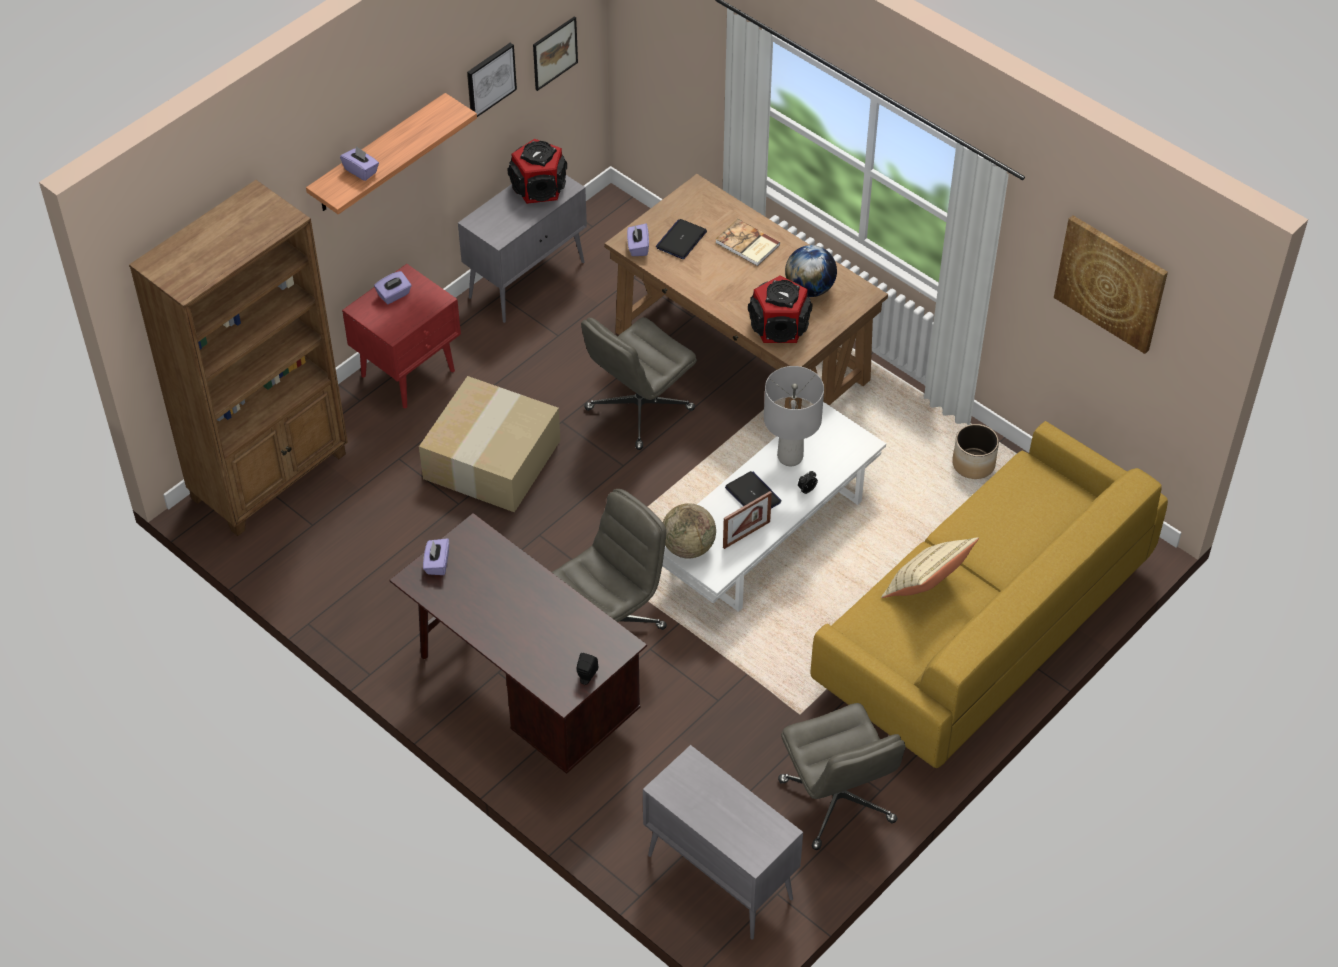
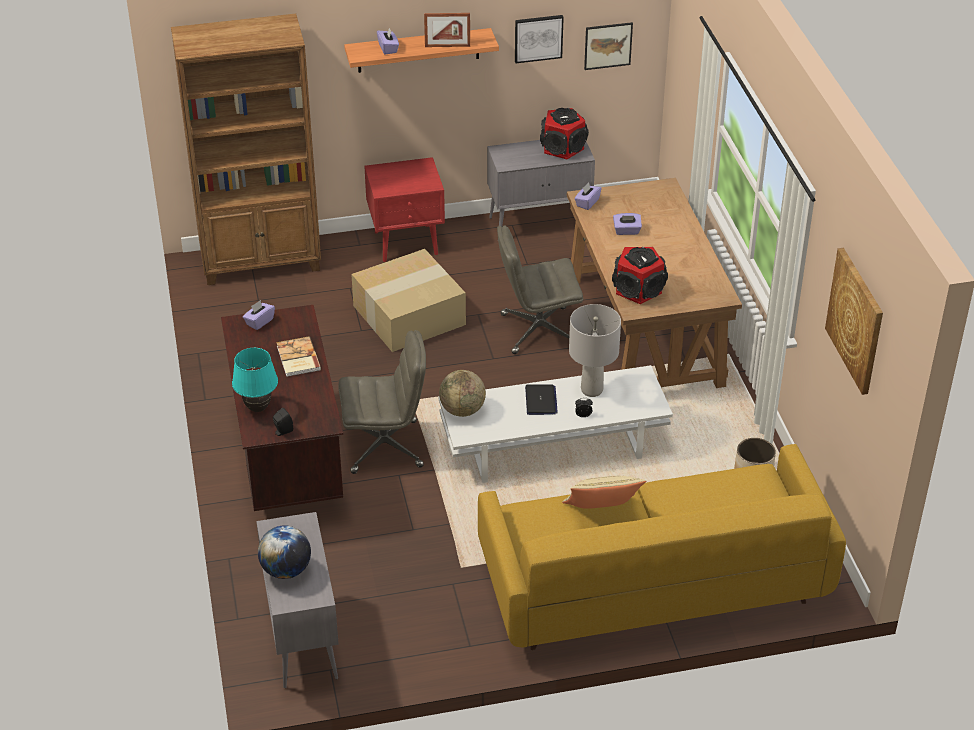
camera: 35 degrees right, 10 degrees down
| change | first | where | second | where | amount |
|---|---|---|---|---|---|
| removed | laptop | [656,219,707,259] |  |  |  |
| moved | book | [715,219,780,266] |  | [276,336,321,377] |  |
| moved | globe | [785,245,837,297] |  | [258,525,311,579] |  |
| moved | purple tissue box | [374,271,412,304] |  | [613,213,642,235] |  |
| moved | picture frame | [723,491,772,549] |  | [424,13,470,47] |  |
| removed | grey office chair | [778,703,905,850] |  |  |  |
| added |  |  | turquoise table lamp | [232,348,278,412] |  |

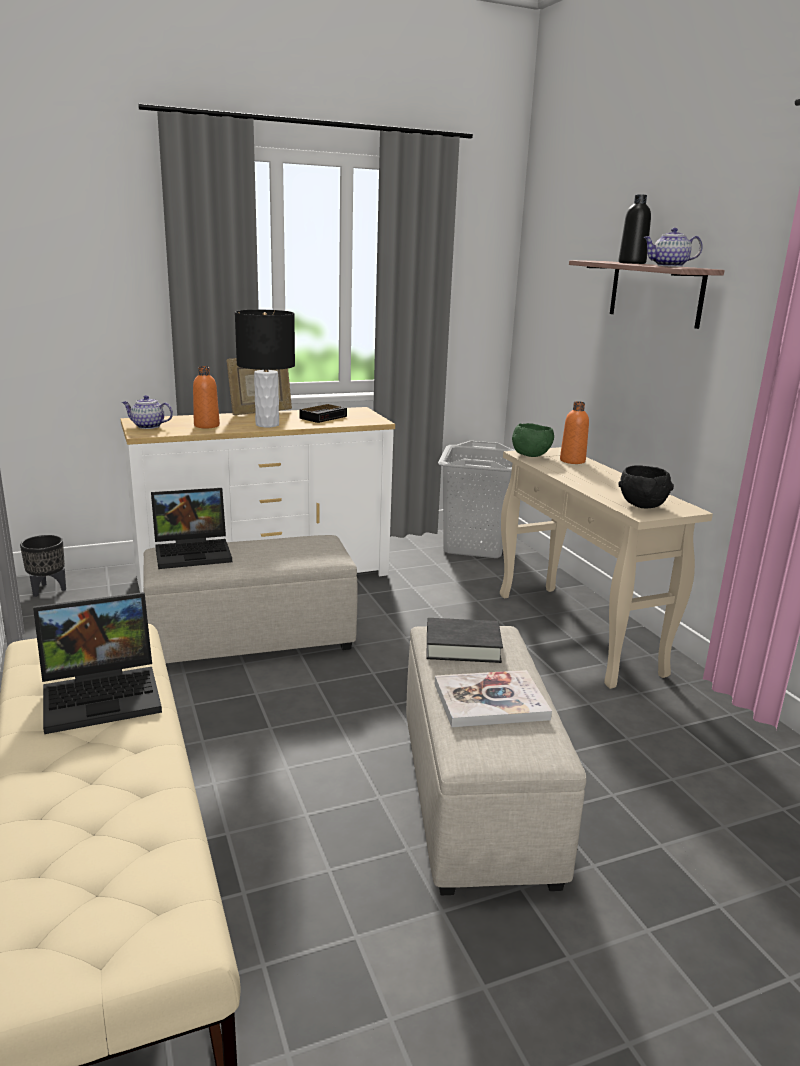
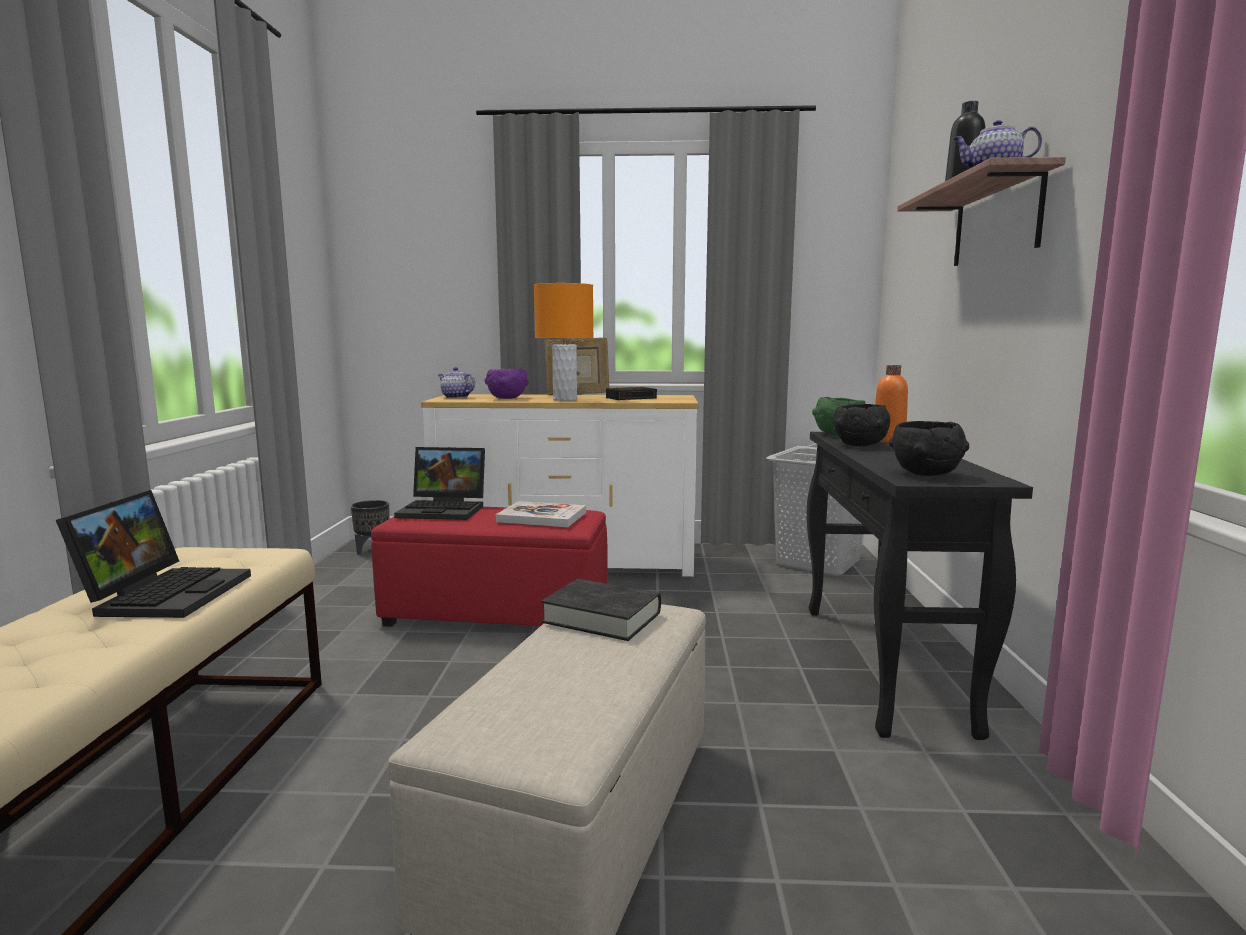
camera: 25 degrees right, 10 degrees down
| change | first | where | second | where | amount |
|---|---|---|---|---|---|
| recoloured | black table lamp | [235,310,295,427] | orange table lamp | [534,283,594,401] |  |
| replaced | orange bottle | [193,366,220,428] | purple bowl | [485,368,529,399] |  |
| recoloured | beige console table | [500,447,713,689] | black console table | [807,432,1033,740] |  |
| recoloured | beige ottoman | [143,535,358,663] | red ottoman | [371,507,608,627] |  |
| turned | laptop | [33,592,162,734] |  | [56,490,251,618] | 90 degrees counterclockwise |
| moved | book | [435,670,552,727] |  | [496,501,586,527] |  |
| added |  |  | black bowl | [833,404,890,446] |  |

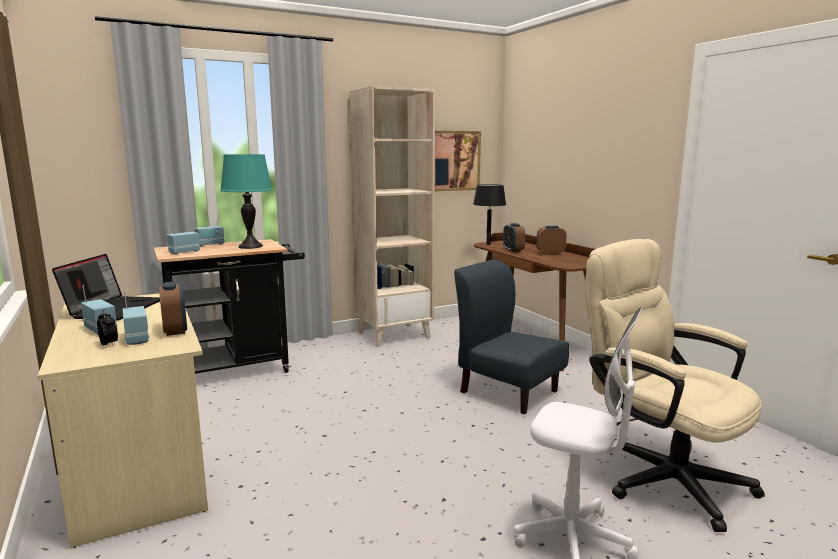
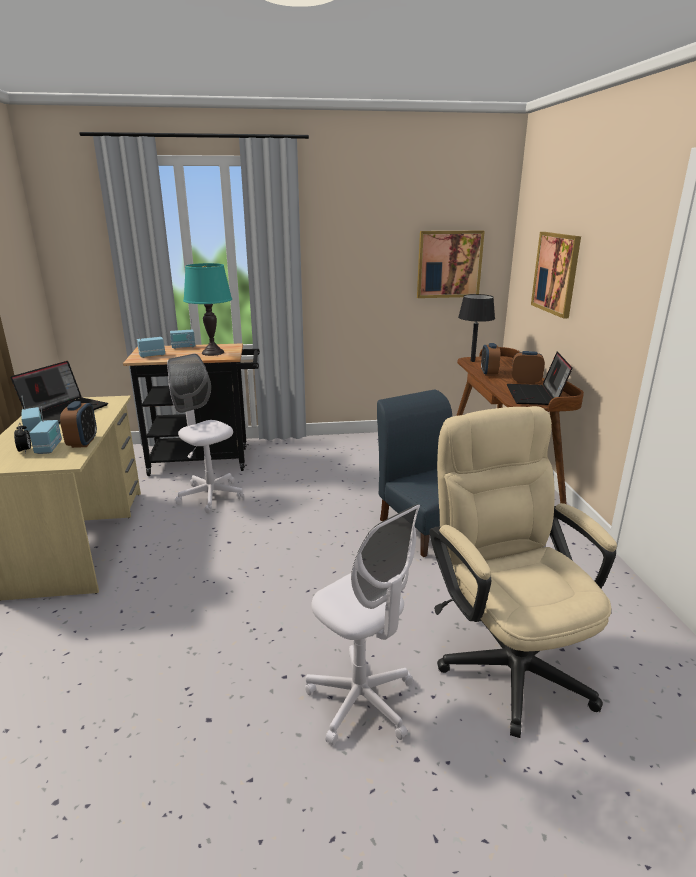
camera: 20 degrees right, 10 degrees up
| change | first | where | second | where | amount |
|---|---|---|---|---|---|
| removed | beige bookcase | [349,86,435,347] |  |  |  |
| added |  |  | picture | [531,232,581,318] |  |
| added |  |  | laptop | [507,352,573,405] |  |
| added |  |  | white office chair | [167,354,244,513] |  |

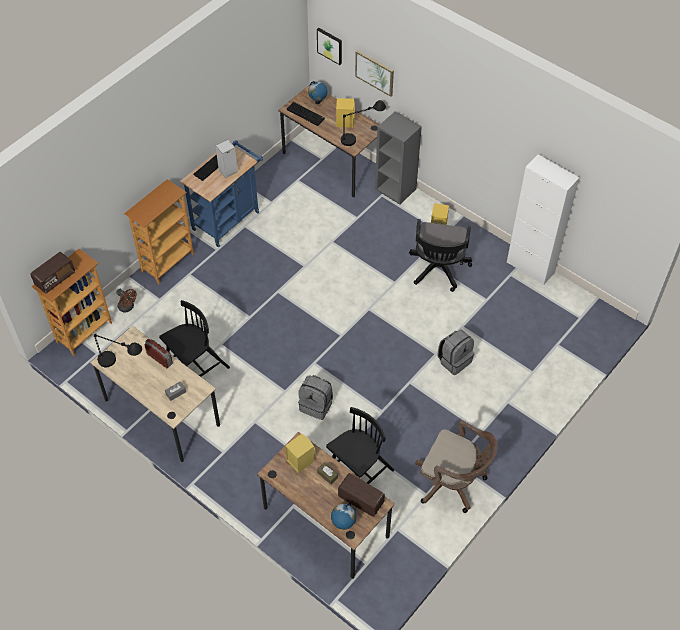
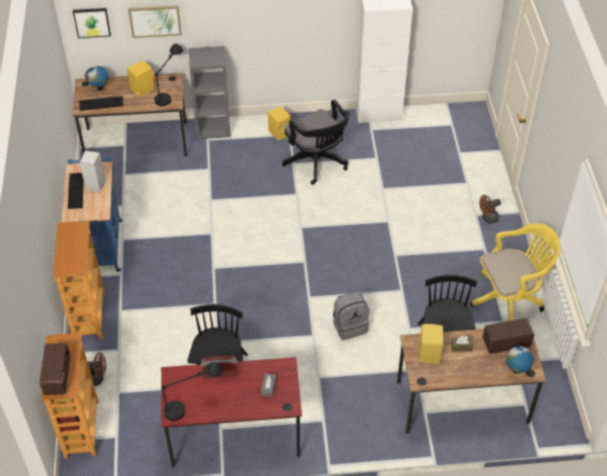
camera: 45 degrees left, 5 degrees down
| change | first | where | second | where | amount |
|---|---|---|---|---|---|
| recoloured | beige desk | [90,326,220,462] | red desk | [161,357,302,468] |  |
| removed | grey backpack | [438,329,474,375] |  |  |  |
| recoloured | brown office chair | [415,420,498,513] | yellow office chair | [470,223,561,321] |  |
| added |  |  | brown fan | [479,195,501,224] |  |

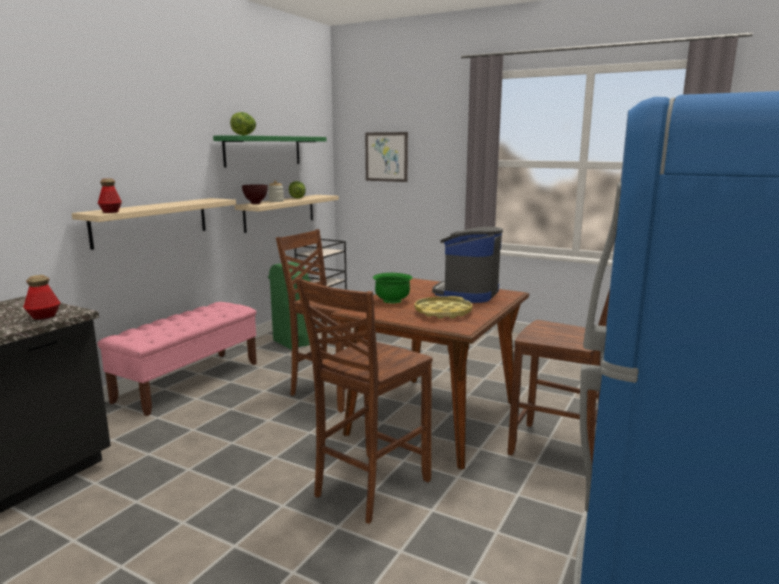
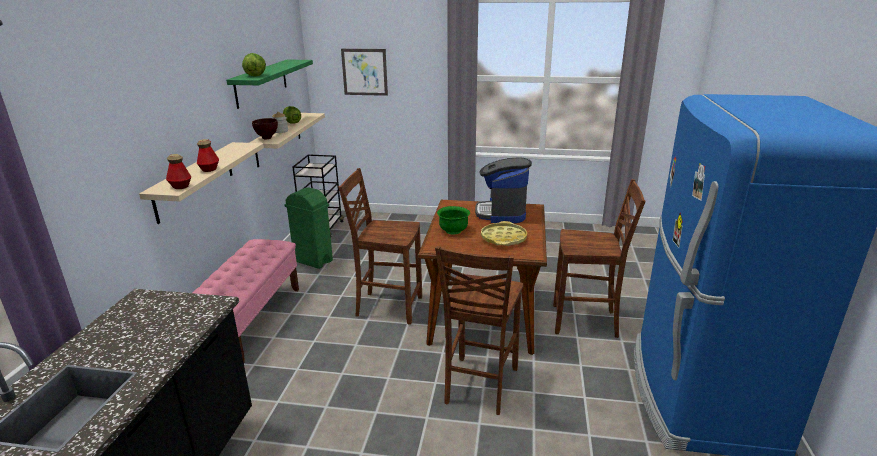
camera: 20 degrees left, 10 degrees up
| change | first | where | second | where | amount |
|---|---|---|---|---|---|
| moved | bottle | [23,275,60,320] |  | [197,139,219,172] |  |

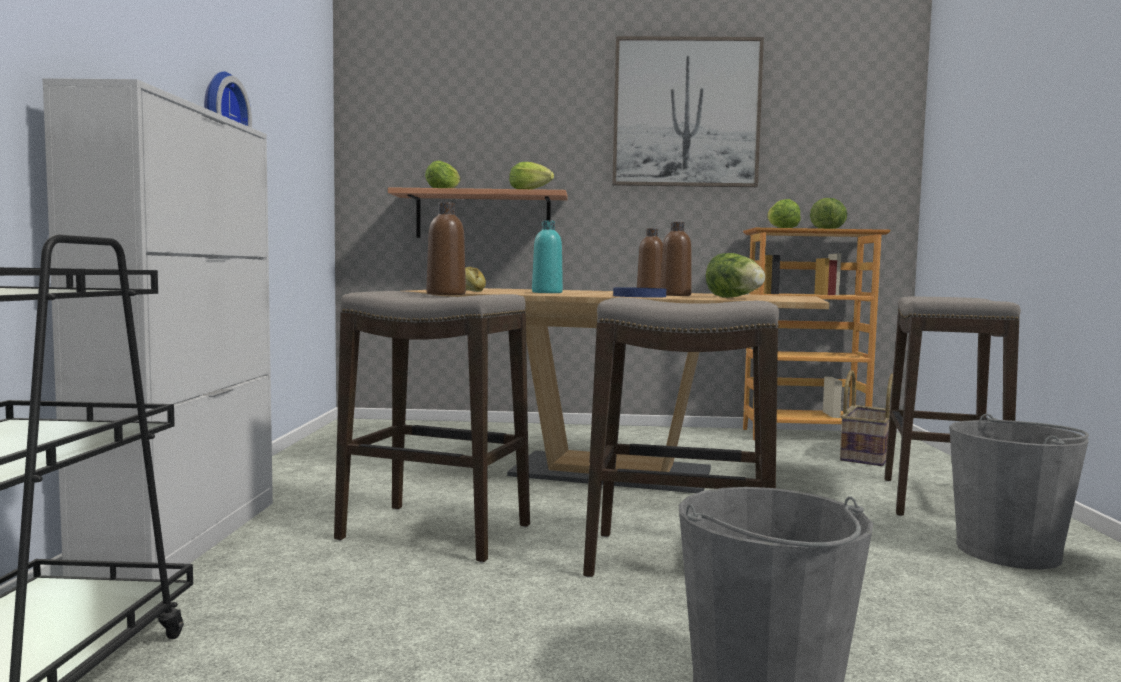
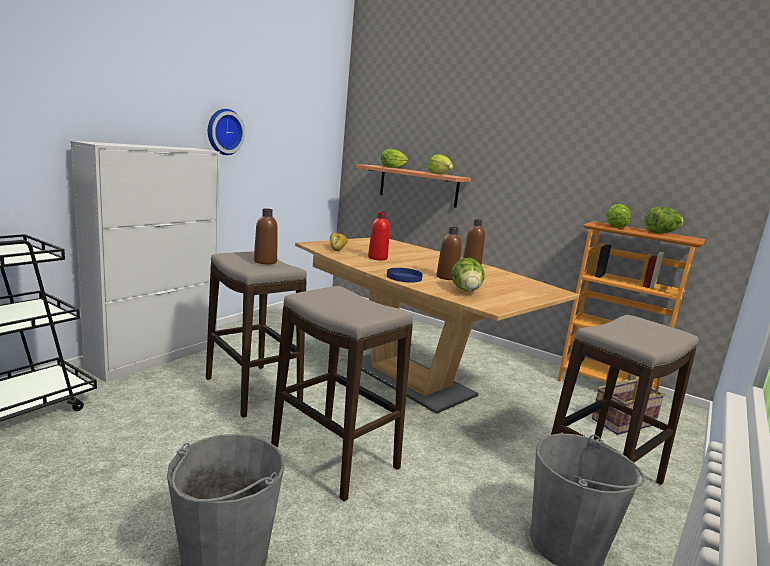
camera: 30 degrees right, 10 degrees up
| change | first | where | second | where | amount |
|---|---|---|---|---|---|
| removed | picture | [613,36,764,187] |  |  |  |
| recoloured | turquoise bottle | [532,220,563,293] | red bottle | [368,212,390,260] |  |

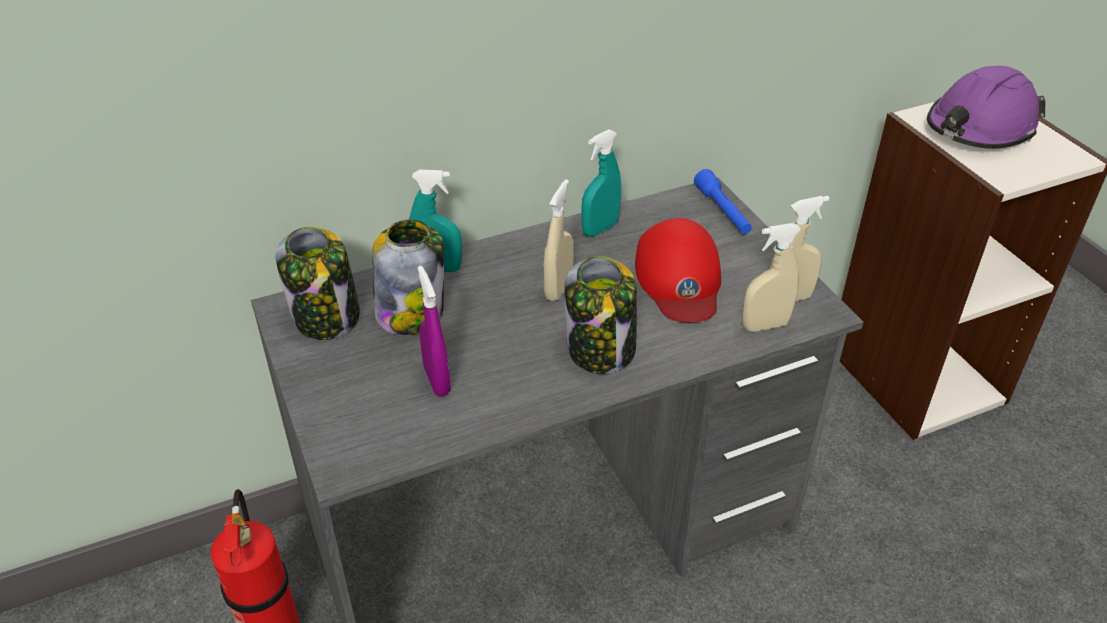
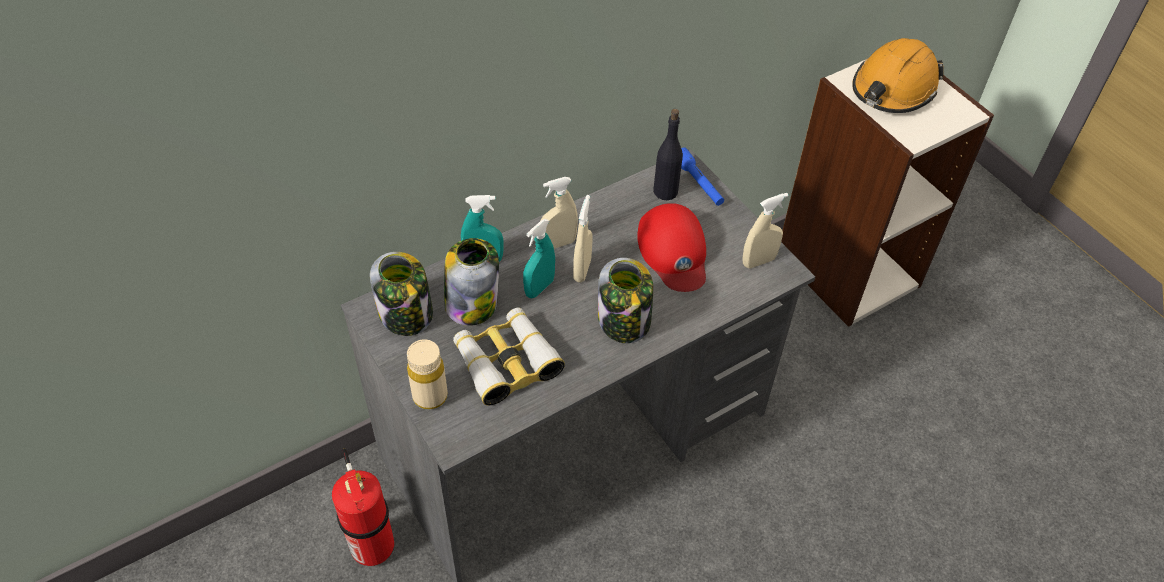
camera: 10 degrees left, 10 degrees up
| change | first | where | second | where | amount |
|---|---|---|---|---|---|
| recoloured | purple hard hat | [927,66,1045,149] | orange hard hat | [852,38,944,113] |  |
| moved | turquoise spray bottle | [581,130,621,237] |  | [523,219,555,298] |  |
| moved | beige spray bottle | [742,223,801,332] |  | [540,177,578,249] |  |
| replaced | purple spray bottle | [418,266,451,396] | binoculars | [453,308,565,406] |  |
| added |  |  | black bottle | [653,109,683,200] |  |
| added |  |  | beige bottle | [407,339,448,409] |  |

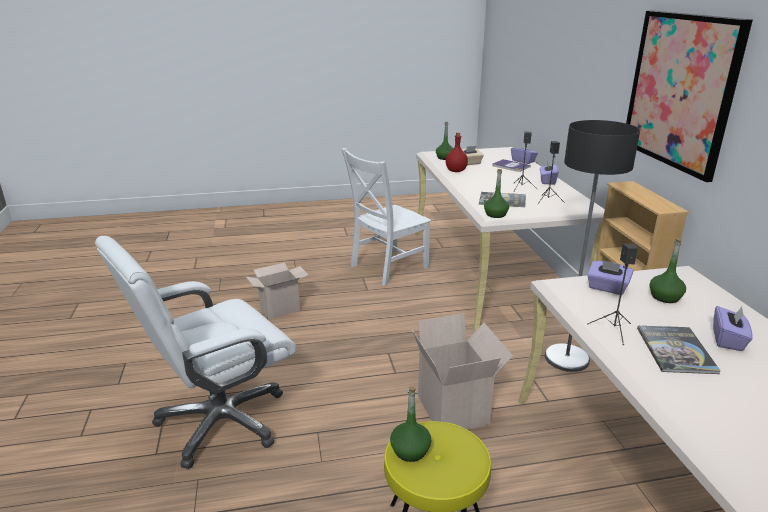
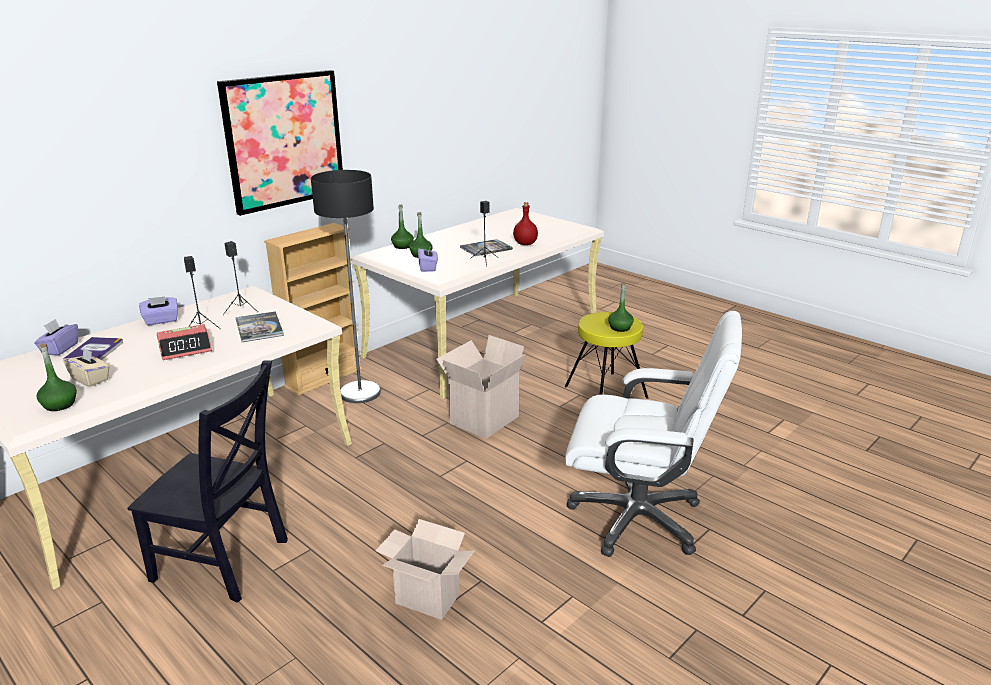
camera: 125 degrees left, 0 degrees up
| change | first | where | second | where | amount |
|---|---|---|---|---|---|
| moved | red bottle | [446,132,468,172] |  | [513,202,538,245] |  |
| recoloured | white chair | [342,148,431,286] | black chair | [128,360,288,603] |  |
| moved | green bottle | [484,169,509,218] |  | [391,205,414,249] |  |
| removed | purple tissue box | [713,306,753,351] |  |  |  |
| added |  |  | alarm clock | [157,324,212,360] |  |

